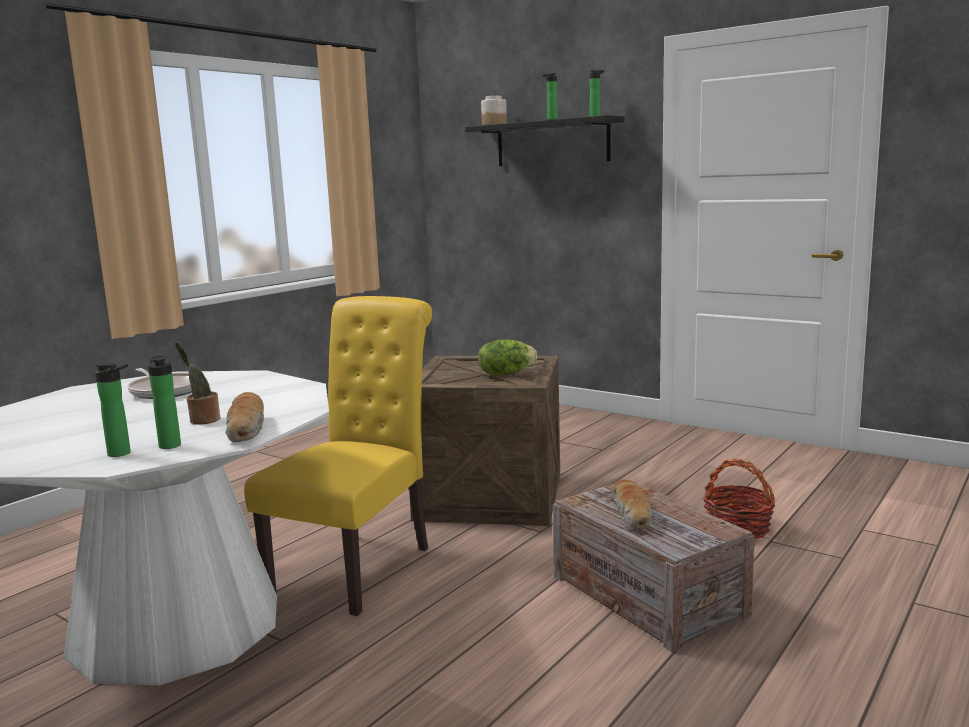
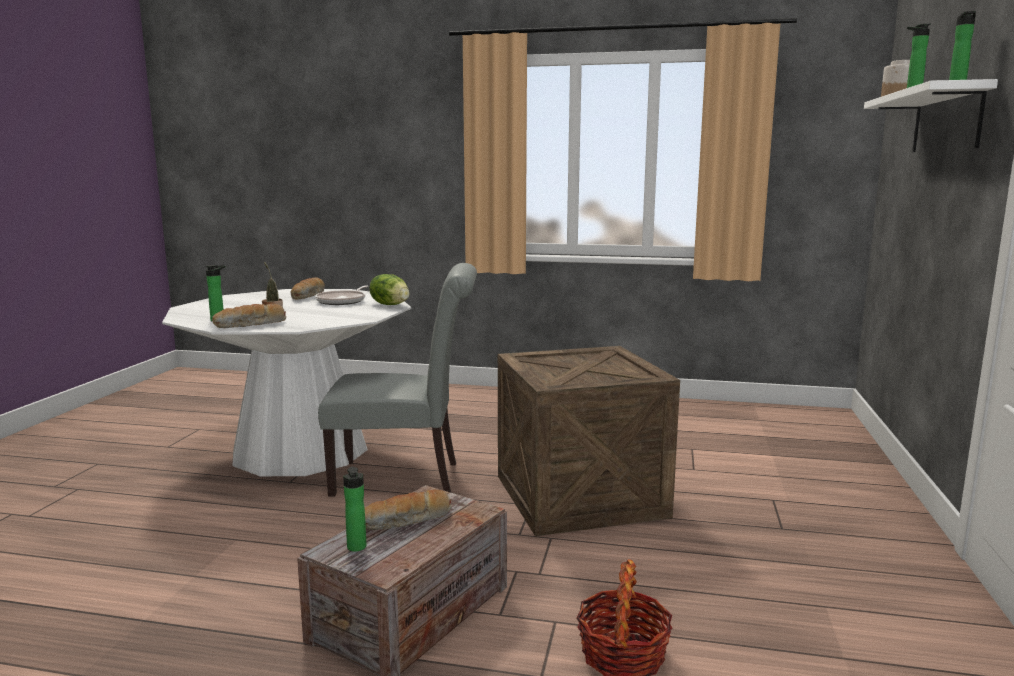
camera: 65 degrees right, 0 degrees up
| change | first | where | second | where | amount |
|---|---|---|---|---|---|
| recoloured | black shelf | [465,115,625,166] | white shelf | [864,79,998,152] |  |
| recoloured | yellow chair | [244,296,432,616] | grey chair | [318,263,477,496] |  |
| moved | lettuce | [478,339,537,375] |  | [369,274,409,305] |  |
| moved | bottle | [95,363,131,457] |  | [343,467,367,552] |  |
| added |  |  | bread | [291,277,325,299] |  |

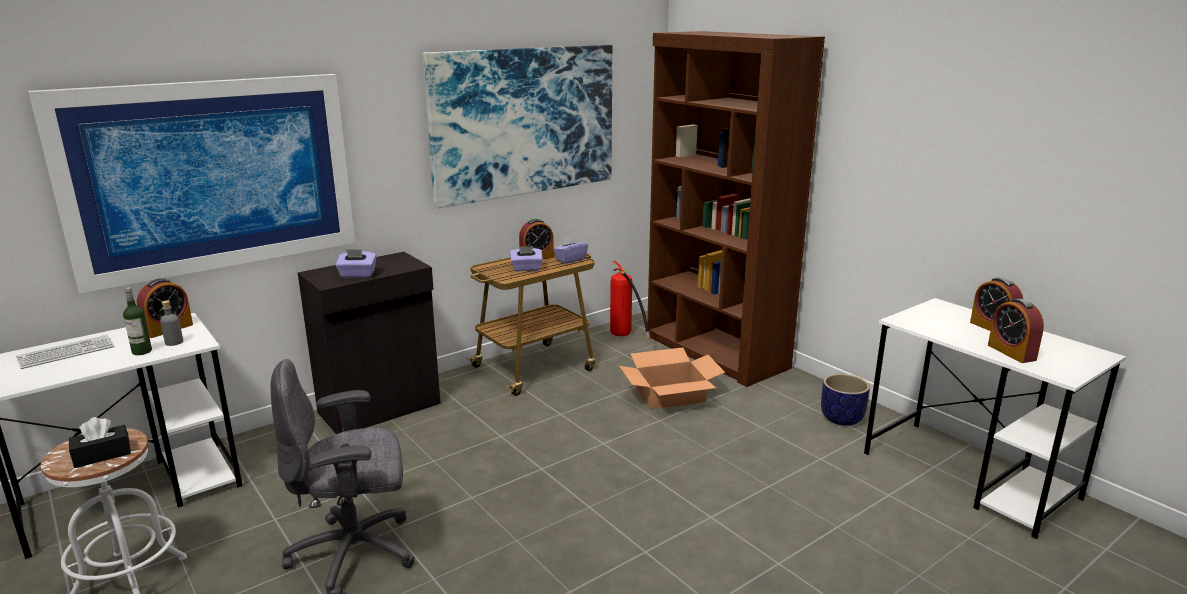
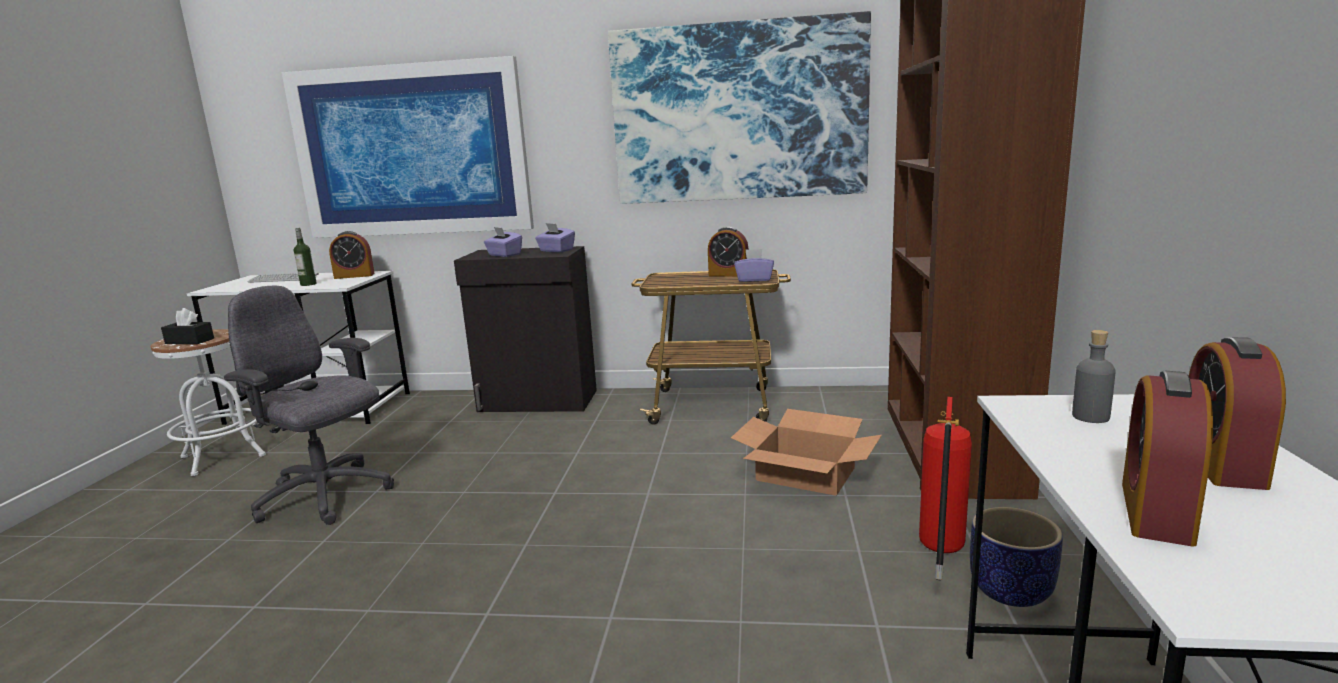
camera: 45 degrees right, 5 degrees down
| change | first | where | second | where | amount |
|---|---|---|---|---|---|
| moved | purple tissue box | [510,246,543,271] |  | [535,223,575,253] |  |
| moved | fire extinguisher | [610,261,650,338] |  | [919,397,972,580] |  |
| moved | grey bottle | [160,300,183,346] |  | [1072,330,1116,423] |  |

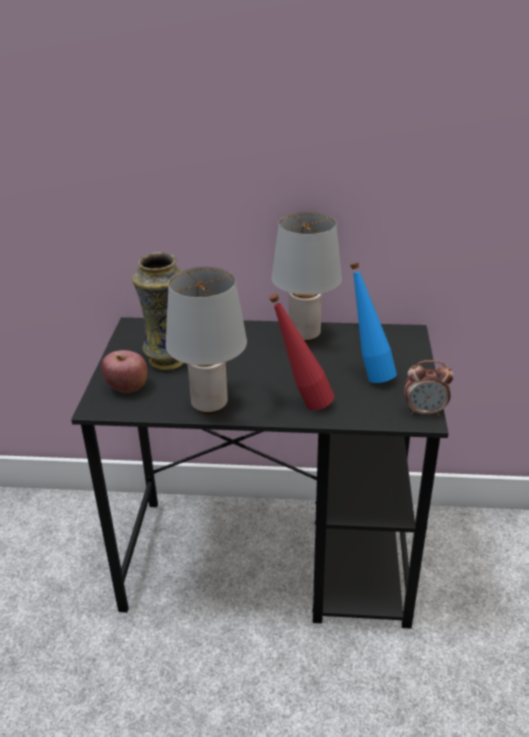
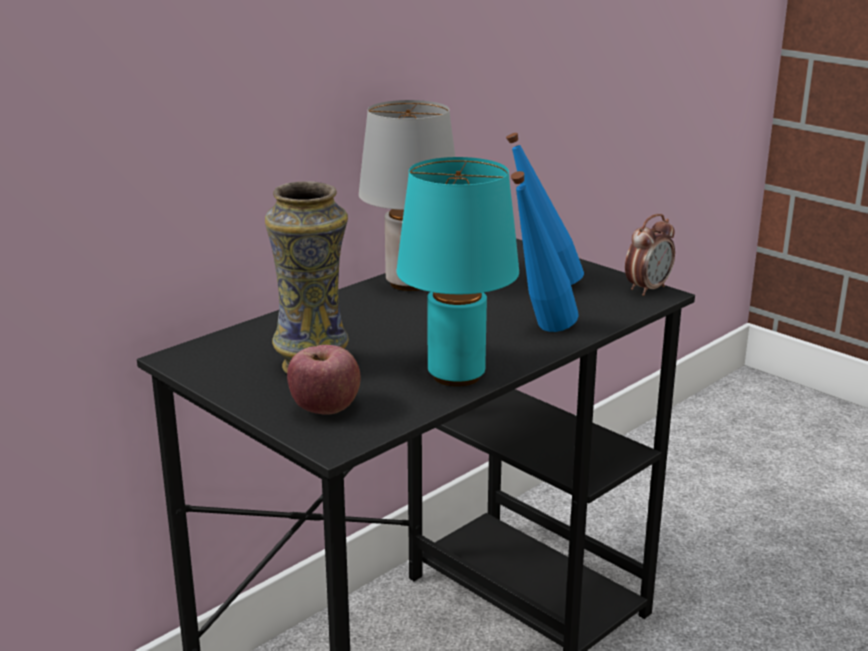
camera: 50 degrees left, 10 degrees down
| change | first | where | second | where | amount |
|---|---|---|---|---|---|
| recoloured | grey table lamp | [166,267,247,414] | turquoise table lamp | [397,157,519,387] |  |
| recoloured | red bottle | [269,294,334,410] | blue bottle | [511,171,579,332] |  |

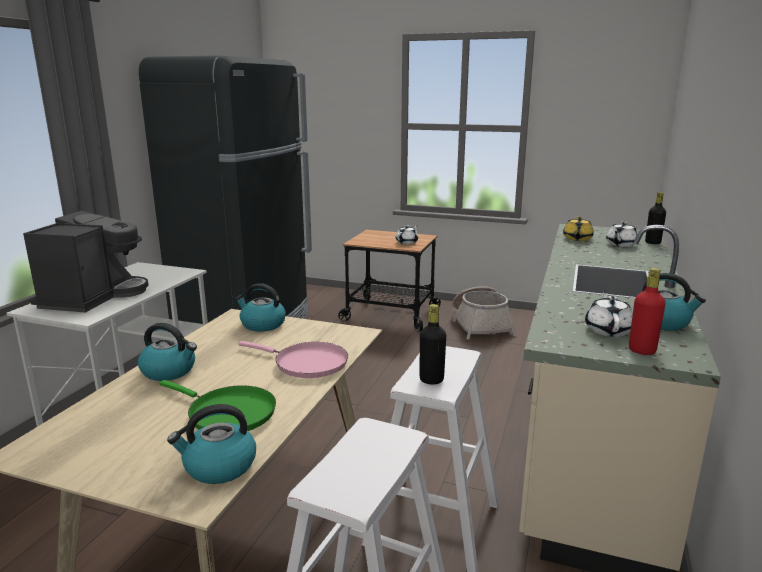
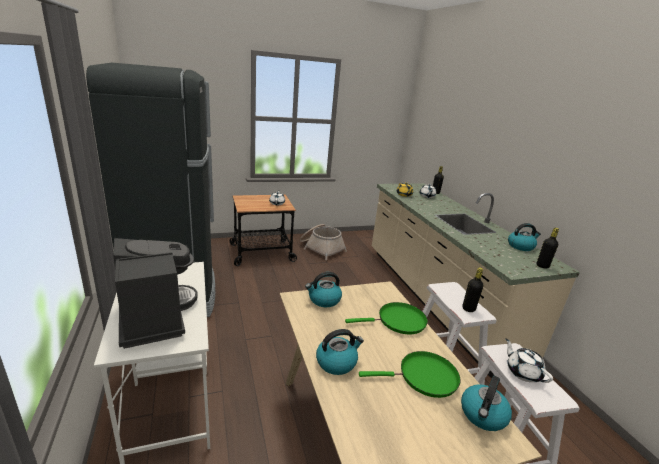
camera: 40 degrees left, 5 degrees up
| change | first | where | second | where | amount |
|---|---|---|---|---|---|
| recoloured | red bottle | [629,268,665,355] | black bottle | [536,228,559,269] |  |
| moved | white teapot | [585,291,633,337] |  | [505,338,553,383] |  |
| recoloured | pink frying pan | [238,341,348,378] | green frying pan | [345,302,428,334] |  |

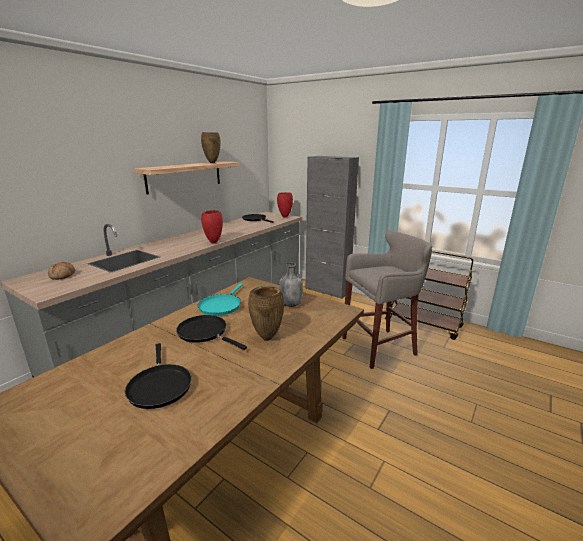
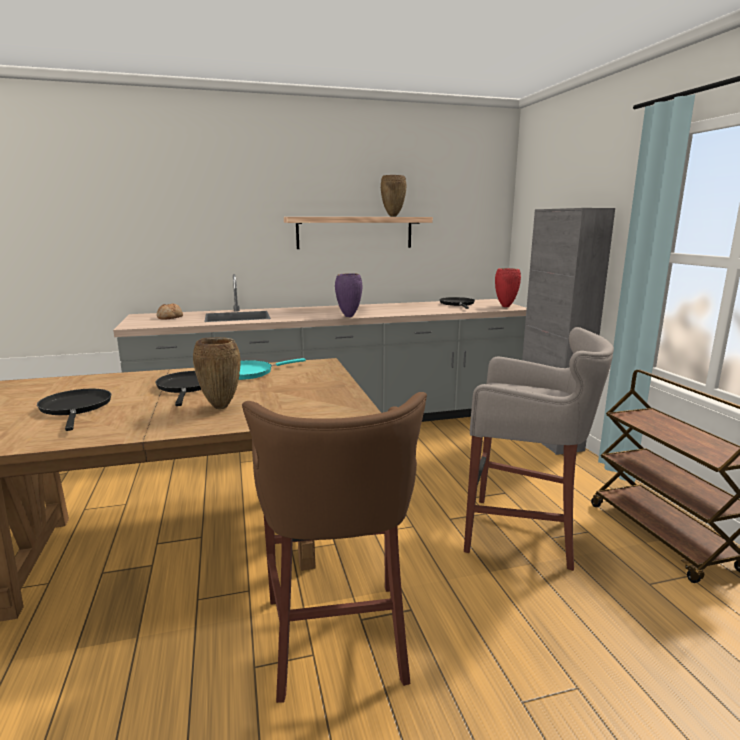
camera: 40 degrees right, 5 degrees down
| change | first | where | second | where | amount |
|---|---|---|---|---|---|
| recoloured | red vase | [201,210,223,243] | purple vase | [335,273,362,317] |  |
| removed | grey bottle | [279,262,303,307] |  |  |  |
| turned | black frying pan | [125,343,192,409] |  | [37,389,111,431] | 135 degrees clockwise |
| added |  |  | brown stool | [242,392,427,703] |  |

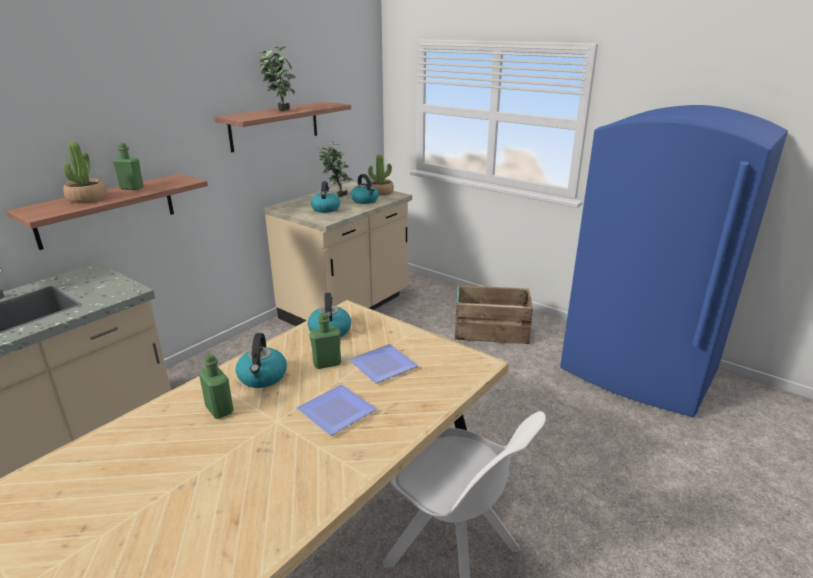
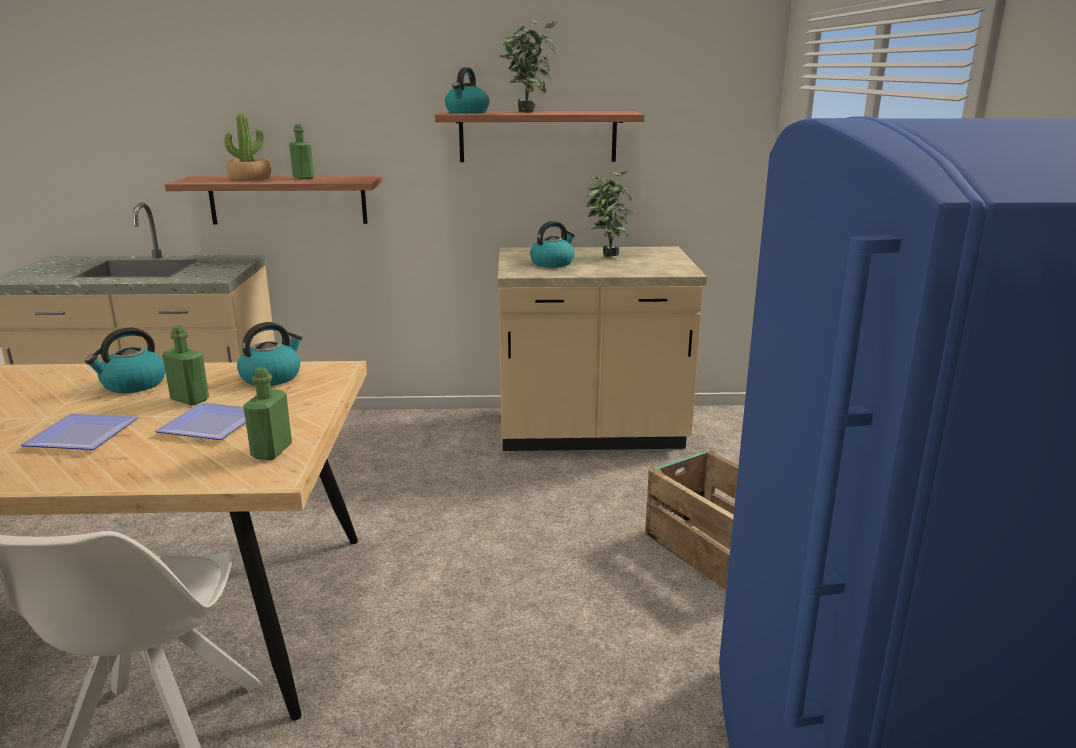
camera: 50 degrees right, 5 degrees down
| change | first | where | second | where | amount |
|---|---|---|---|---|---|
| removed | potted plant | [368,154,394,196] |  |  |  |
| moved | kettle | [351,174,379,204] |  | [445,67,489,113] |  |
| moved | green bottle | [199,354,234,419] |  | [243,367,292,460] |  |

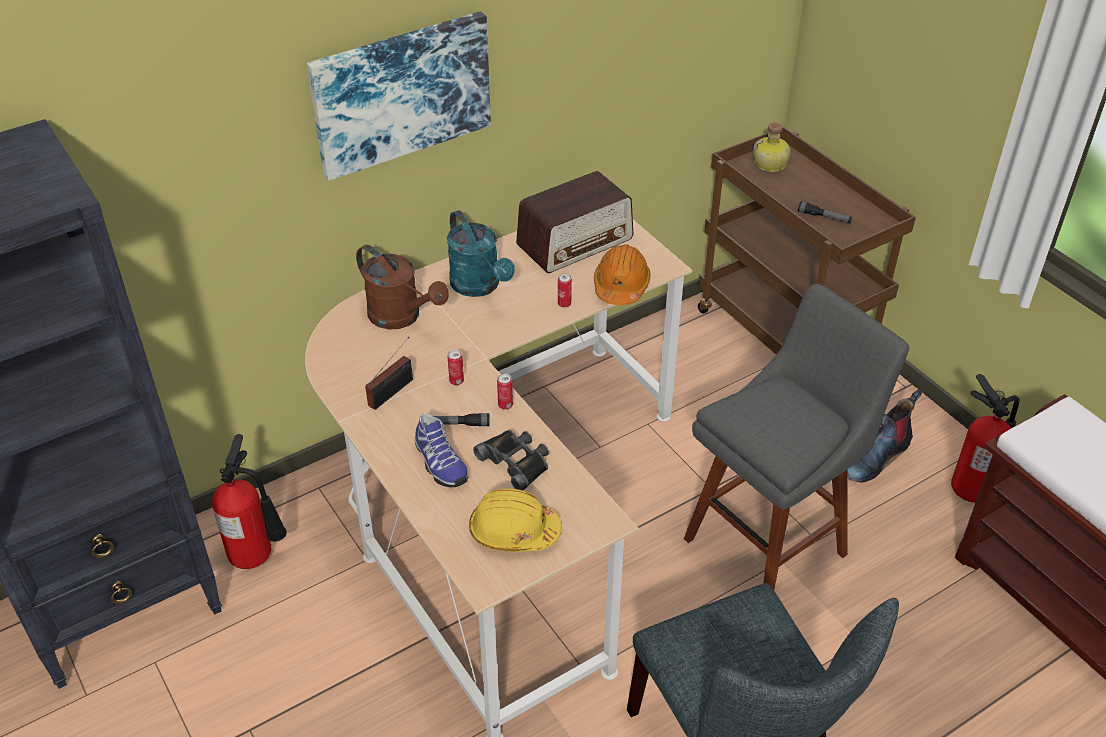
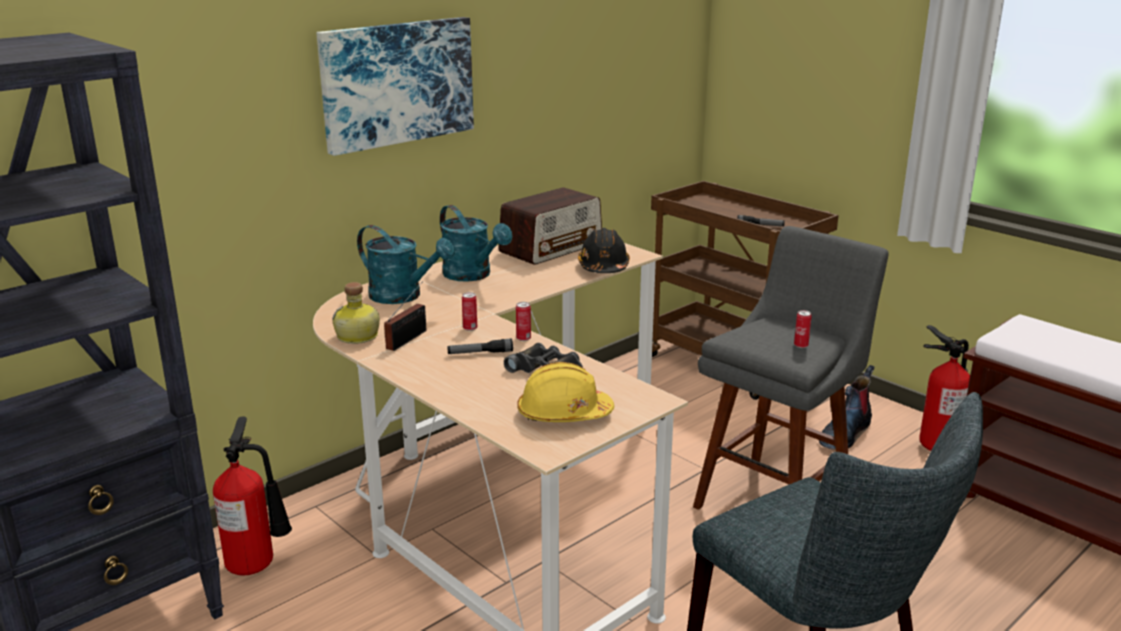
camera: 10 degrees left, 20 degrees down
| change | first | where | second | where | amount |
|---|---|---|---|---|---|
| moved | bottle | [753,122,791,172] |  | [332,282,380,344] |  |
| recoloured | orange hard hat | [594,244,650,305] | black hard hat | [578,228,630,273] |  |
| recoloured | brown watering can | [356,245,449,329] | turquoise watering can | [357,225,455,304] |  |
| moved | can | [558,273,572,308] |  | [794,310,812,348] |  |
| removed | shoe | [415,413,468,487] |  |  |  |

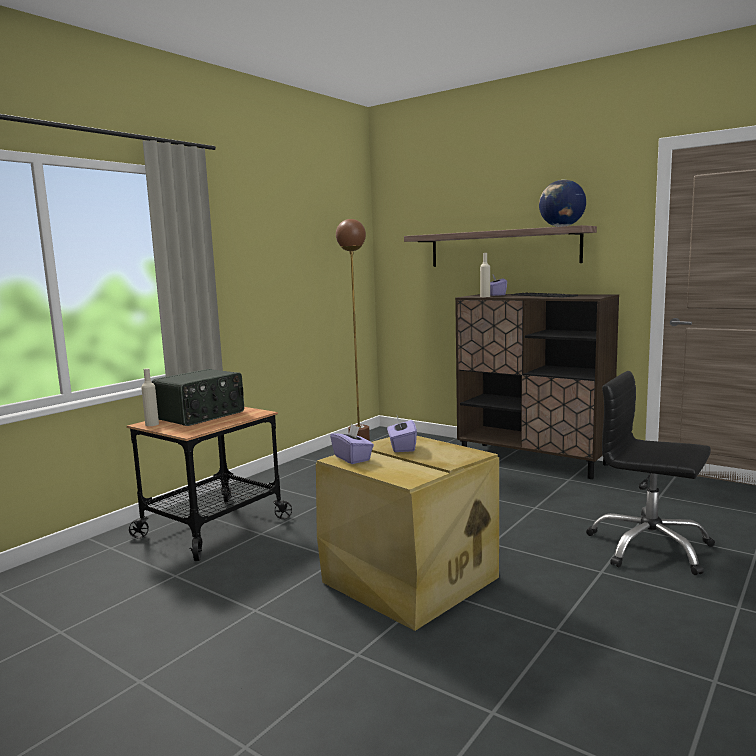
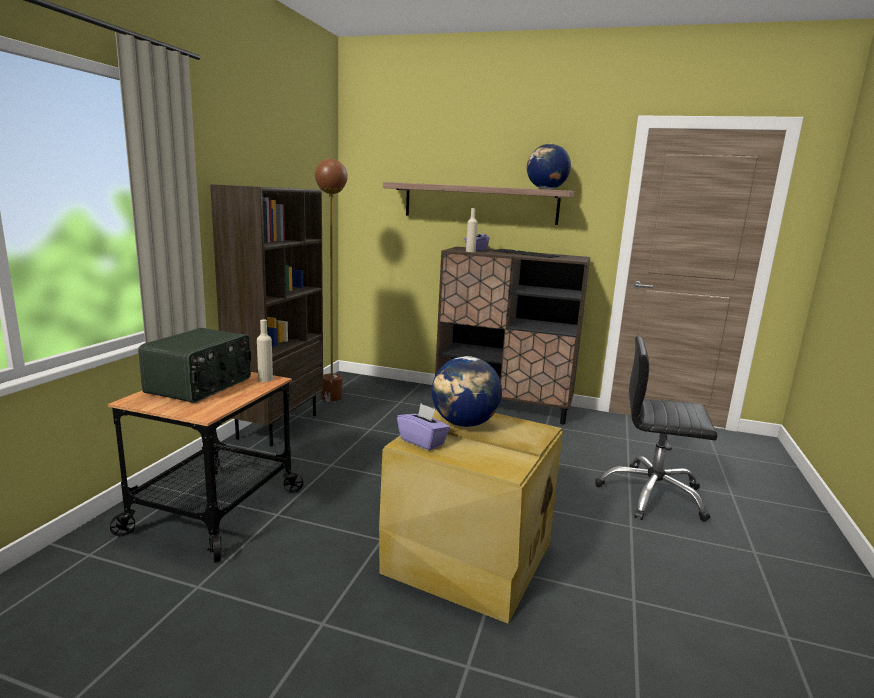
camera: 20 degrees left, 5 degrees up
| change | first | where | second | where | amount |
|---|---|---|---|---|---|
| moved | beige bottle | [141,368,159,426] |  | [257,320,273,382] |  |
| replaced | purple tissue box | [387,416,417,452] | globe | [432,356,502,427] |  |
| added |  |  | brown bookcase | [210,184,323,447] |  |

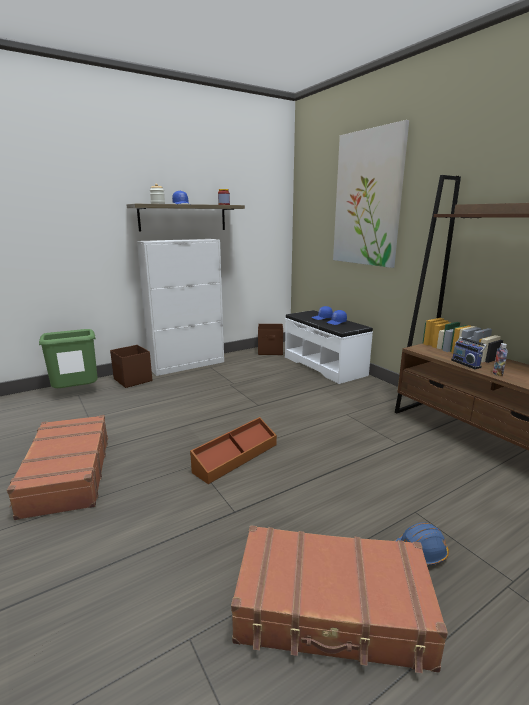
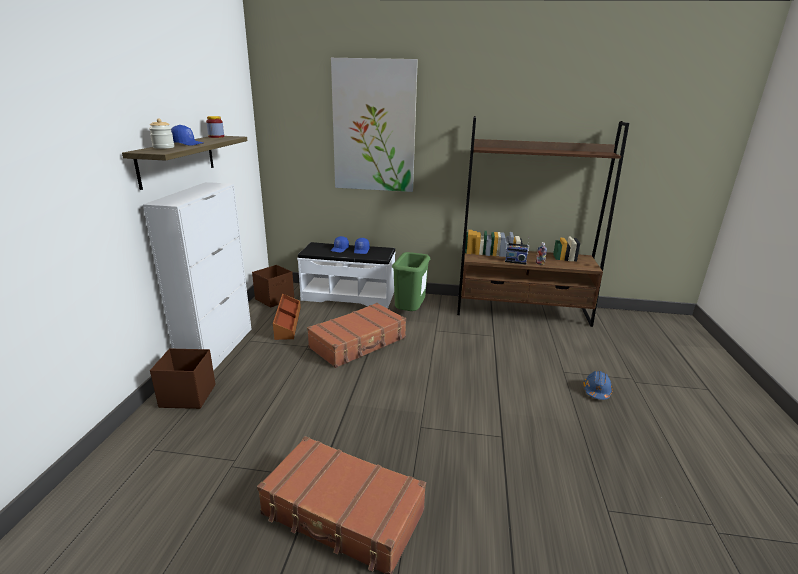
camera: 50 degrees left, 5 degrees up
| change | first | where | second | where | amount |
|---|---|---|---|---|---|
| moved | green trash can | [39,329,98,388] |  | [392,252,430,311] |  |
| moved | brown storage box | [190,417,277,484] |  | [273,294,301,340] |  |
| moved | brown suitcase | [231,525,448,673] |  | [307,303,406,368] |  |

